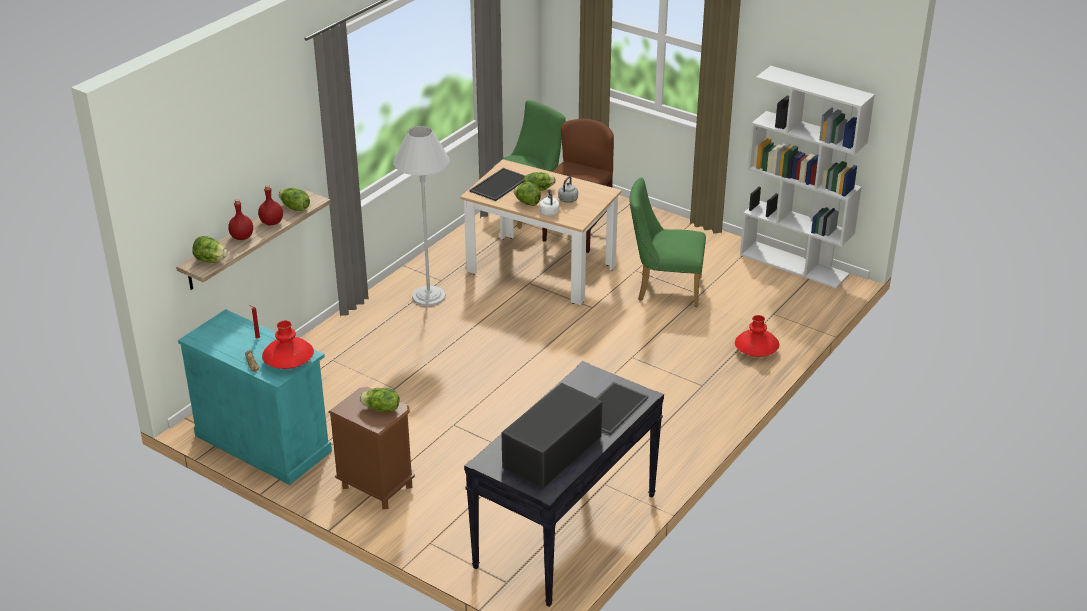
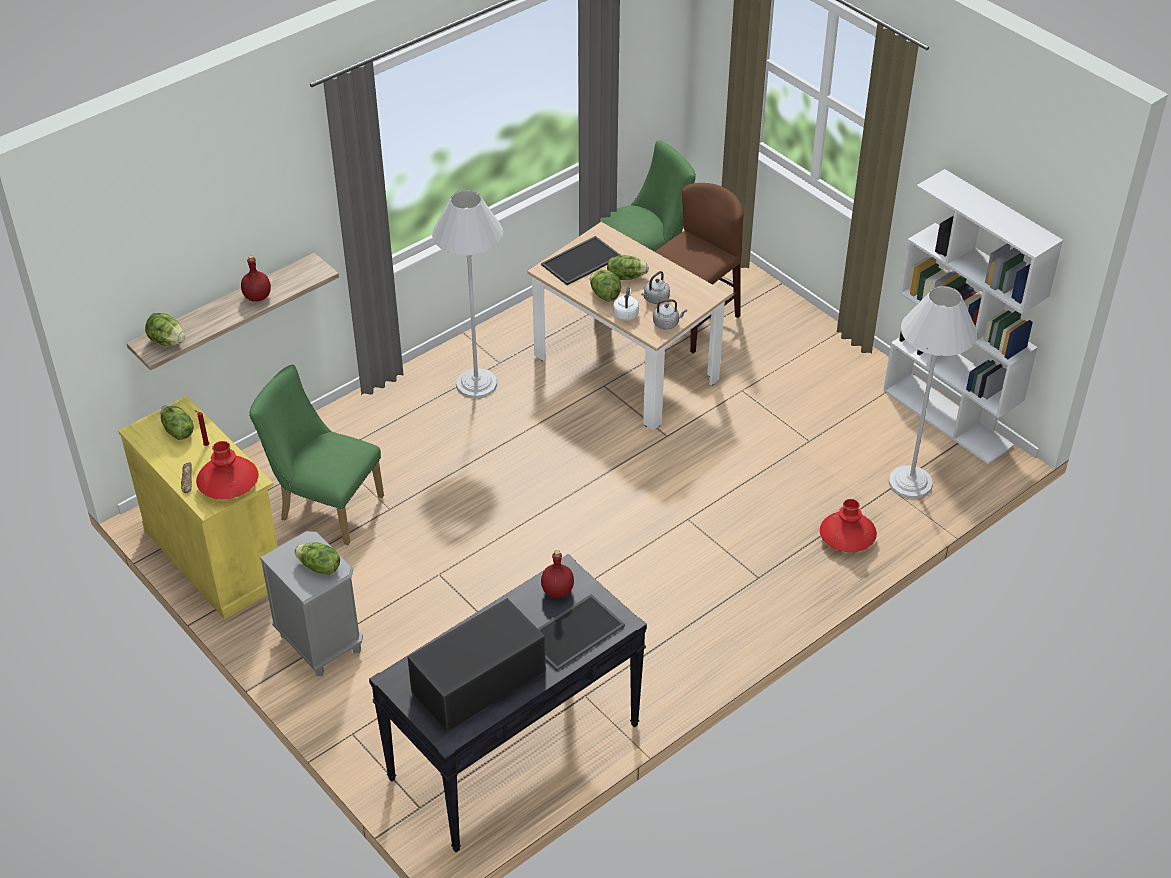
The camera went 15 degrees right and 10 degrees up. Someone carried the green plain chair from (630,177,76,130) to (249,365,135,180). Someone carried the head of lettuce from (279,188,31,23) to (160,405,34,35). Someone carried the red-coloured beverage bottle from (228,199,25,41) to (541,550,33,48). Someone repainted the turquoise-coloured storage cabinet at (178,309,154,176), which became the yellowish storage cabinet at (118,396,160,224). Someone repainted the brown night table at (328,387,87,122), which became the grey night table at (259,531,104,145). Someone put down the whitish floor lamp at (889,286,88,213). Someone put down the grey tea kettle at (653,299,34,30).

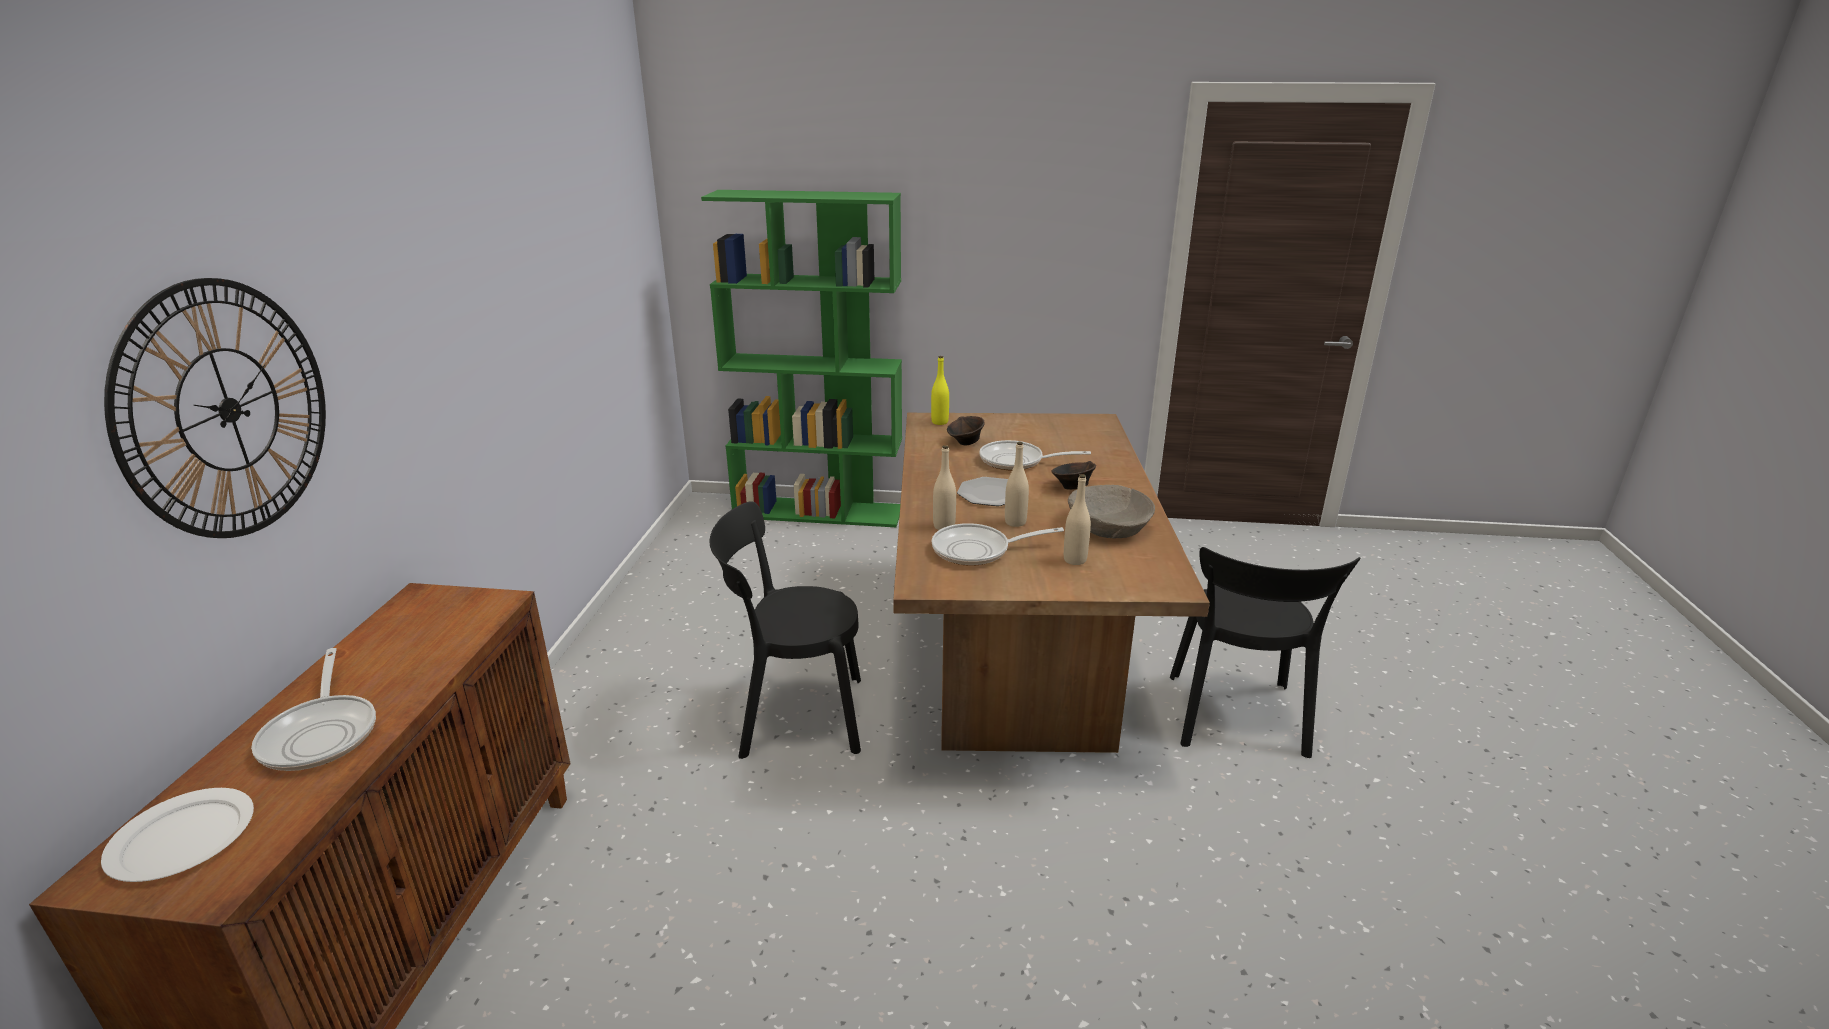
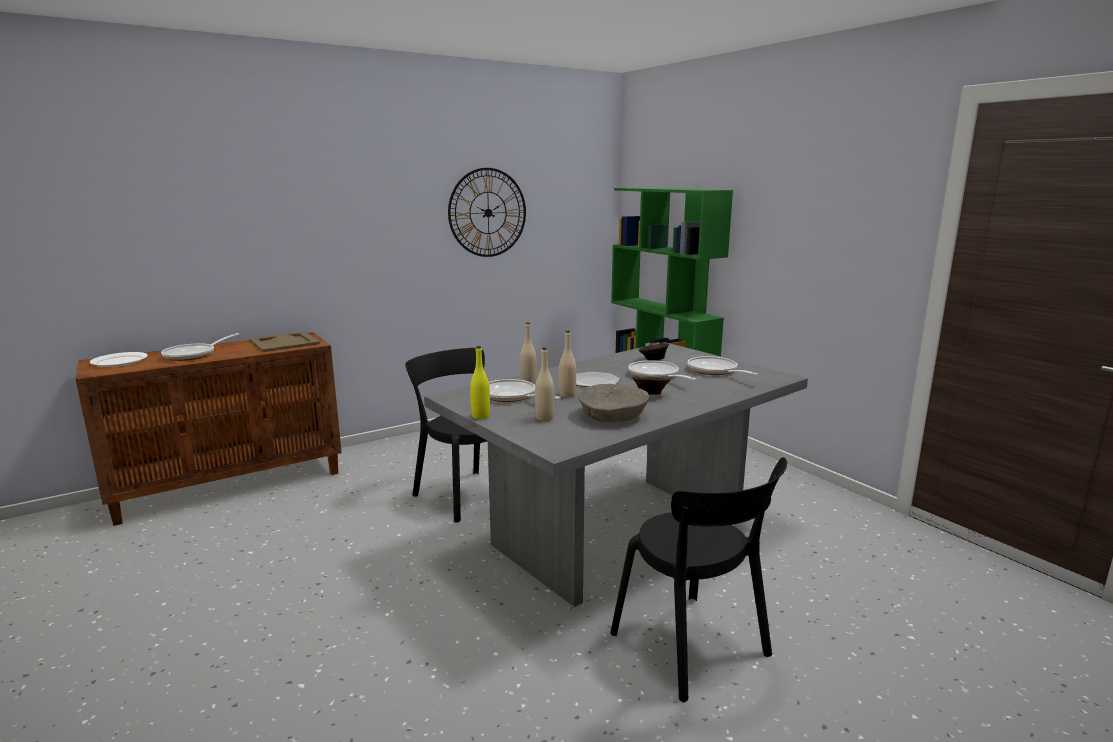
The camera went 50 degrees right and 10 degrees down. Someone carried the clock on the wall from (104,278,222,260) to (448,168,78,89). Someone carried the yellowish beverage bottle from (931,356,18,69) to (470,346,20,73). Someone repainted the brown dining table at (893,413,317,340), which became the grey dining table at (424,342,384,265). Someone rotated the black-coloured plain chair at (1170,547,190,211) by 90 degrees counterclockwise. Someone put down the beige serving tray at (249,331,71,21). Someone put down the skillet at (687,356,72,20).

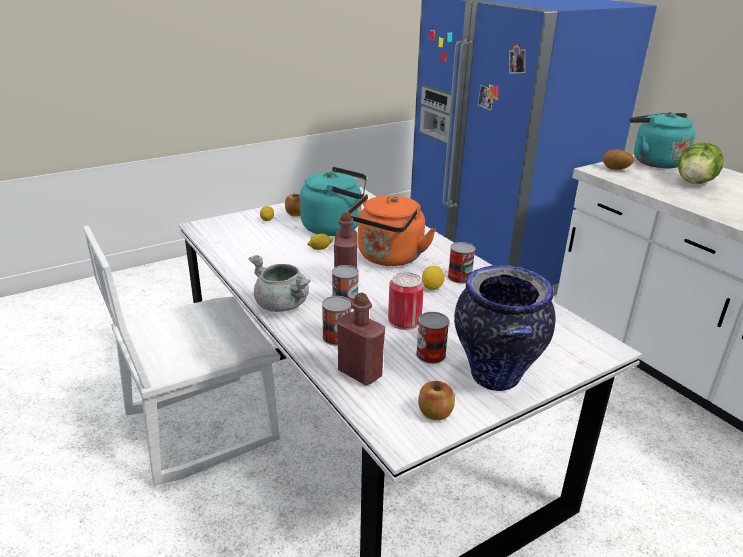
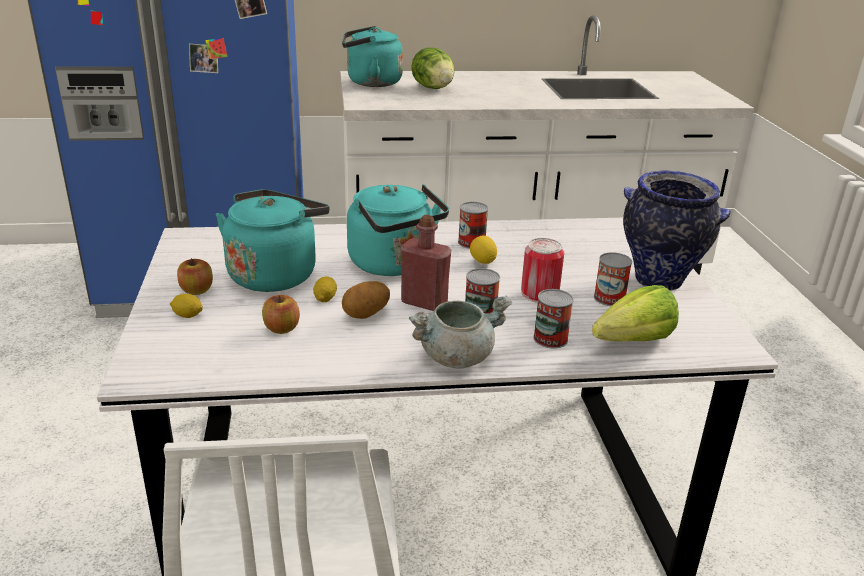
The camera went 65 degrees left and 0 degrees up. Someone carried the potato from (603,150,31,20) to (342,281,48,38). Someone repainted the orange-coloured tea kettle at (347,194,89,72), which became the turquoise-coloured tea kettle at (347,184,102,92). Someone swapped the red-coloured beverage bottle at (337,293,48,92) for the head of lettuce at (592,285,87,57). Someone carried the apple fruit from (418,381,37,40) to (262,295,38,39).

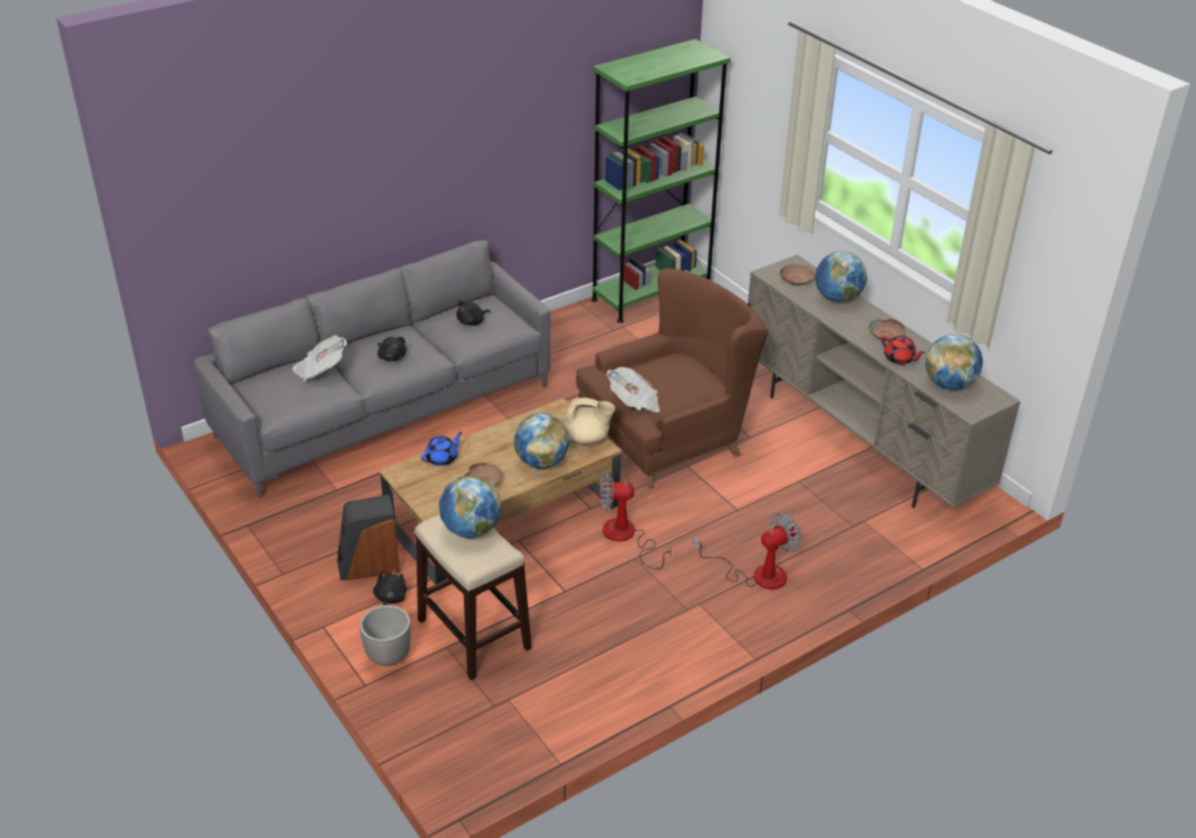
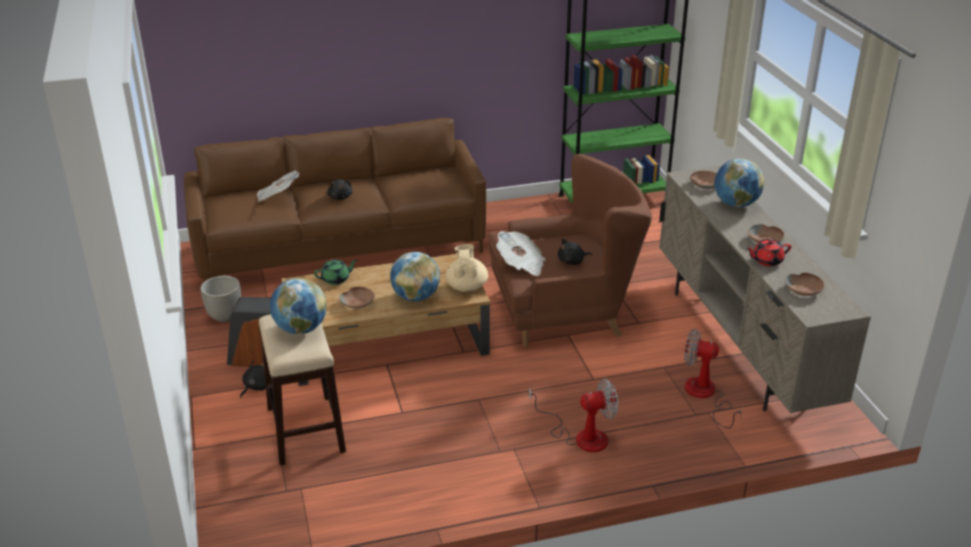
The camera went 20 degrees right and 5 degrees down. Someone repainted the grey sofa at (194,240,357,258), which became the brown sofa at (184,118,302,165). Someone carried the black-coloured soft toy from (456,300,34,26) to (558,239,34,26). Someone swapped the desk globe at (925,334,58,56) for the brown serving bowl at (785,273,40,23). Someone rotated the red-coloured tea pot at (881,336,44,29) by 105 degrees clockwise. Someone rotated the beige tea pot at (564,398,51,46) by 120 degrees counterclockwise. Someone repainted the blue-coloured tea pot at (421,432,41,34), which became the green tea pot at (314,259,43,26). Someone carried the fan from (599,471,72,98) to (684,329,59,99). Someone carried the planter from (359,605,52,61) to (200,276,41,46).

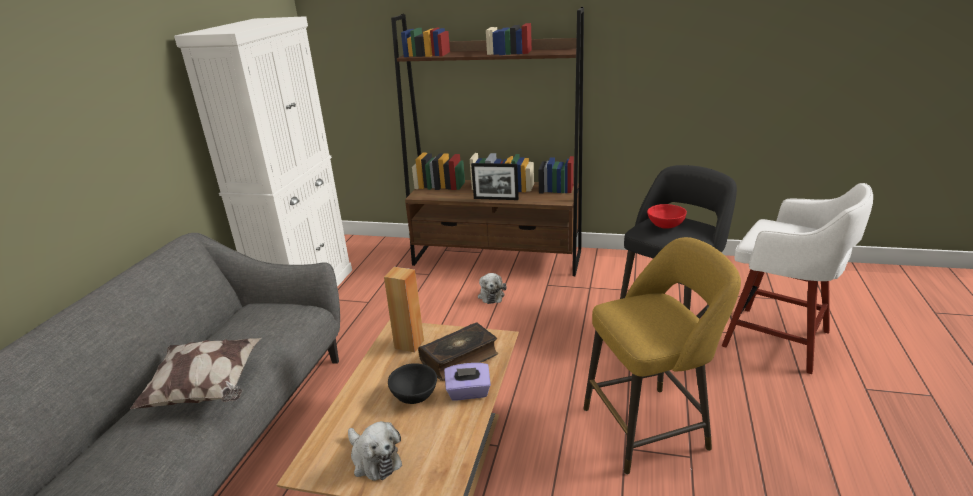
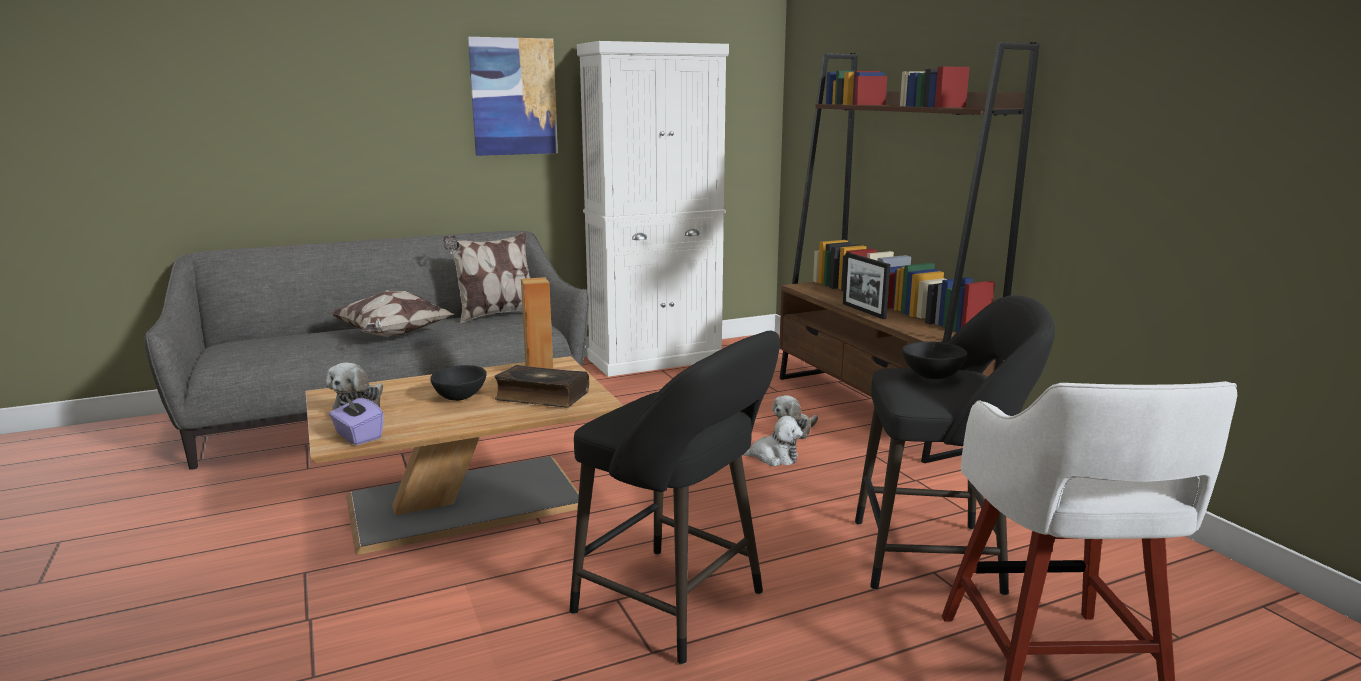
The camera went 50 degrees right and 10 degrees down. Someone repainted the red-coloured serving bowl at (647,204,40,25), which became the black-coloured serving bowl at (902,341,65,38). Someone repainted the yellowish sitting stool at (584,237,157,238), which became the black-coloured sitting stool at (570,331,210,334). Someone carried the purplish box of tissues from (444,363,47,38) to (329,396,55,49). Someone put up the picture at (468,37,90,119). Someone put down the cushion at (443,232,87,91). Someone put down the soft toy at (743,416,60,50).

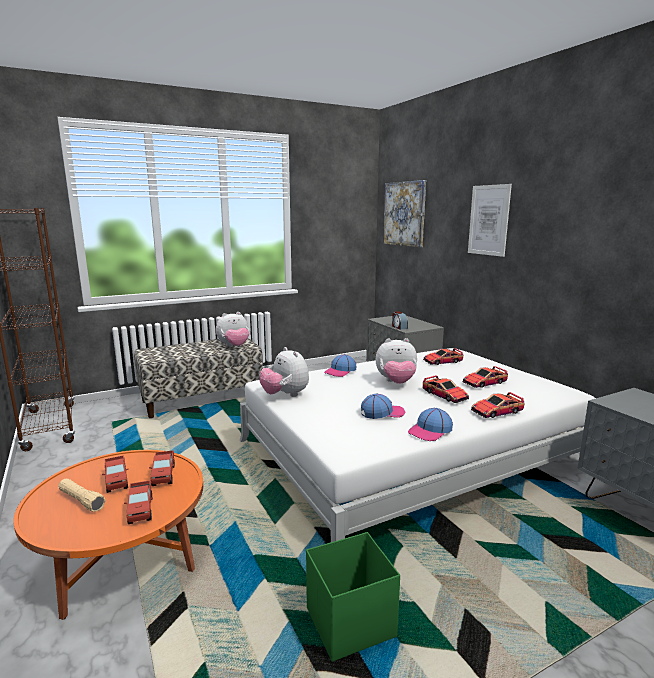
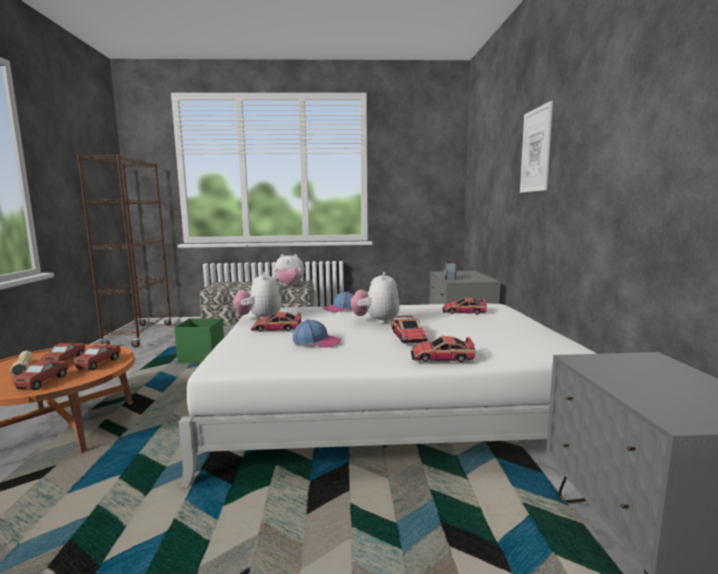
The camera went 25 degrees right and 5 degrees down. Someone took away the picture at (383,180,43,68). Someone rotated the soft toy at (376,338,41,46) by 75 degrees clockwise. Someone carried the toy car from (462,366,46,22) to (251,312,50,20). Someone took away the peaked cap at (408,408,45,33). Someone carried the green storage box from (306,532,94,130) to (174,318,50,45).

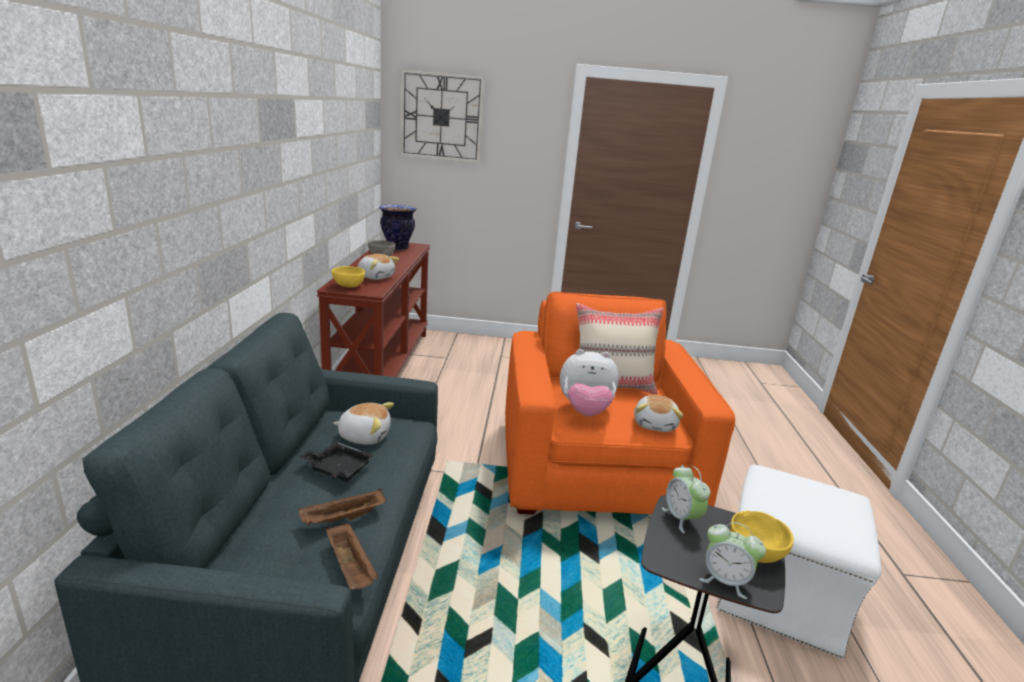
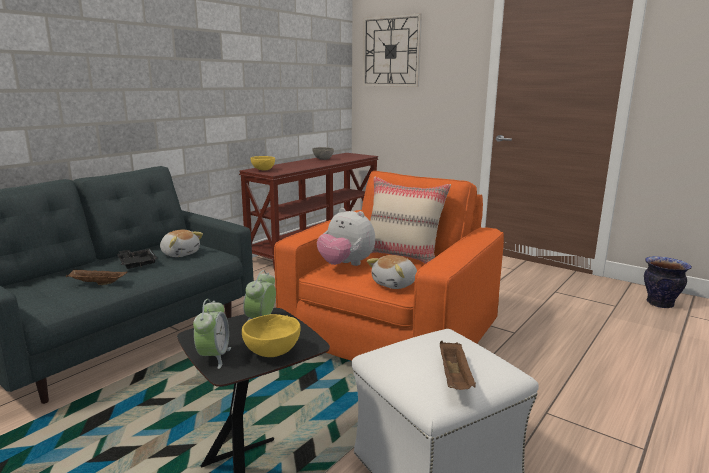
The camera went 35 degrees right and 5 degrees down. Someone carried the flower vase from (379,204,38,46) to (644,256,48,52). Someone took away the soft toy at (357,254,42,26). Someone rotated the bedside clock at (700,522,66,77) by 150 degrees counterclockwise. Someone carried the brown serving tray from (326,523,52,67) to (440,341,36,49).

